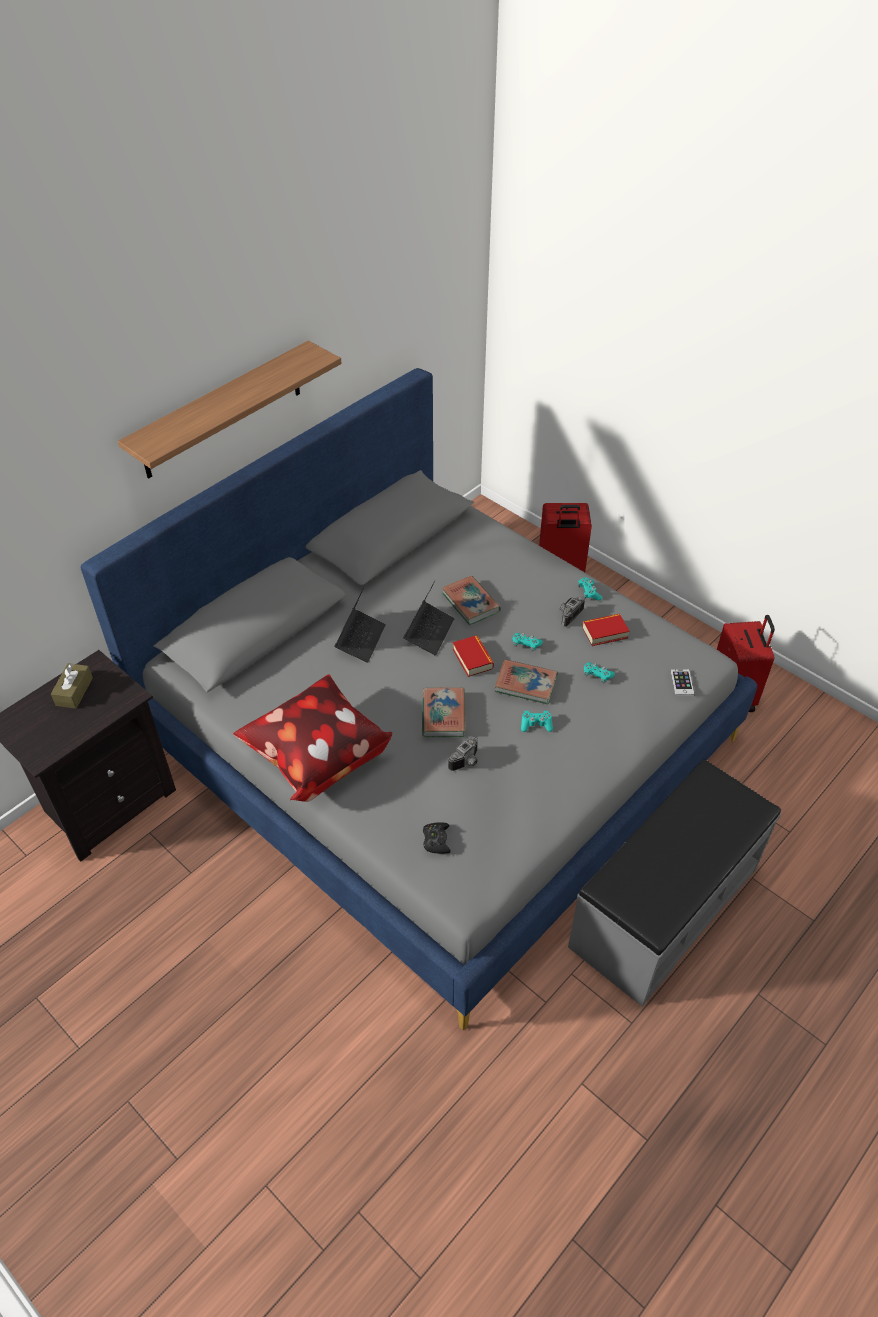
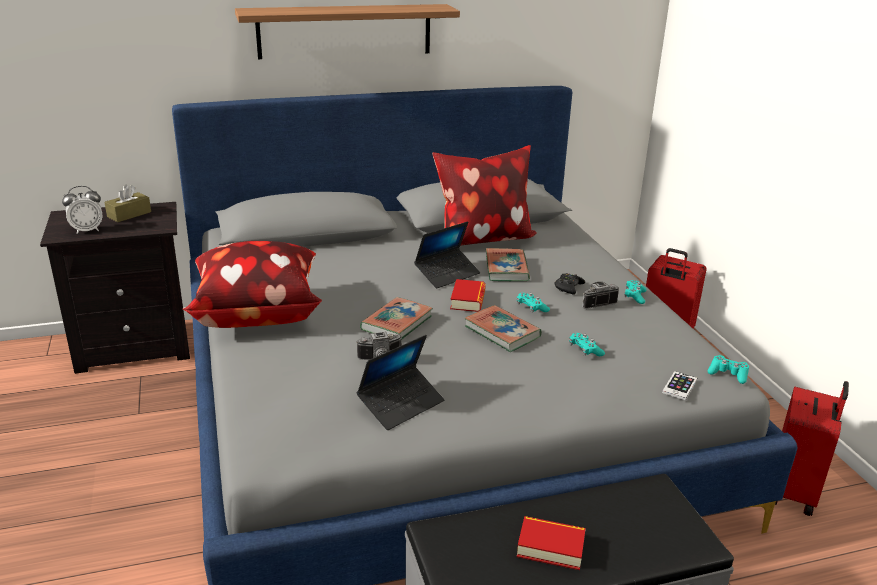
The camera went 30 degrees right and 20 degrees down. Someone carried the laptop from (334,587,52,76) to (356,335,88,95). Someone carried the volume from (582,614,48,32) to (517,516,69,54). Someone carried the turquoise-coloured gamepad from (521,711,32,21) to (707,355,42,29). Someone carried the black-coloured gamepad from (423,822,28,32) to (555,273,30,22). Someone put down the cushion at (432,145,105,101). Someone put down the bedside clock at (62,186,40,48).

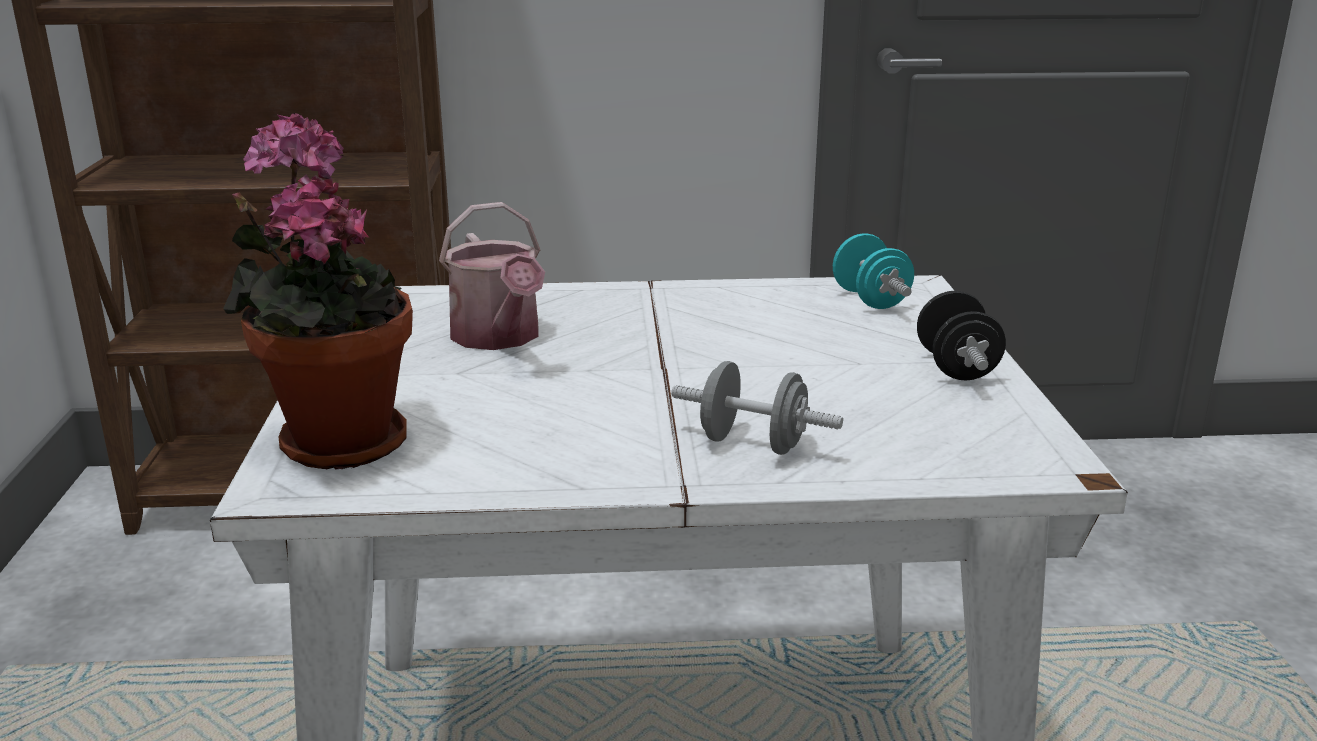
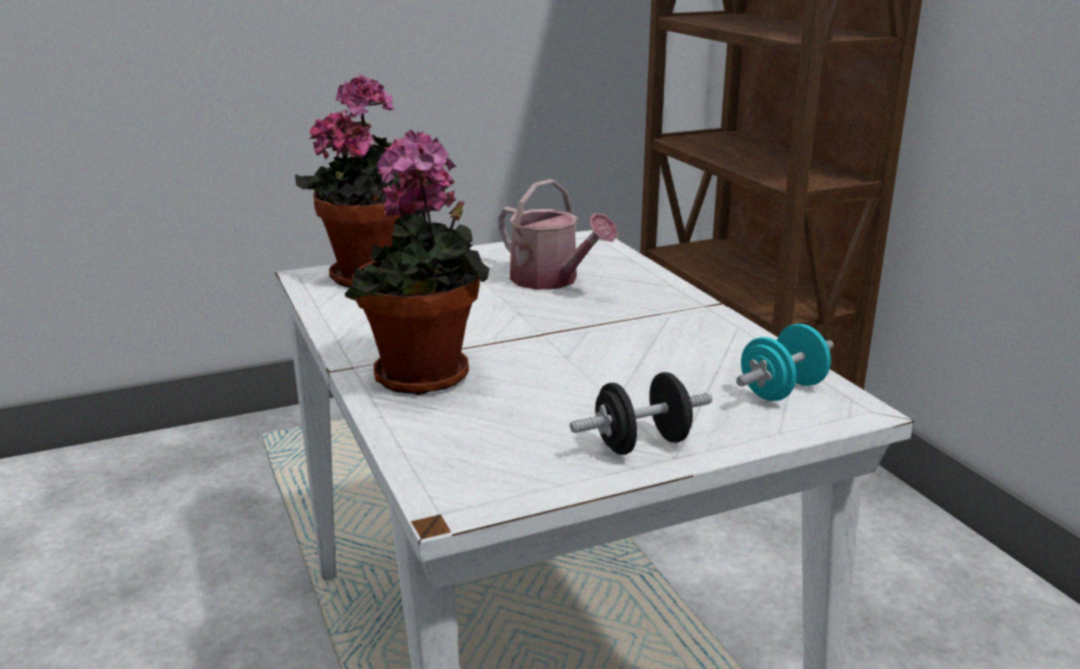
The camera went 70 degrees right and 0 degrees up. Someone rotated the sprinkling can at (439,202,106,148) by 90 degrees counterclockwise. Someone swapped the grey free weight at (671,361,172,94) for the plant in a pot at (344,130,146,265).

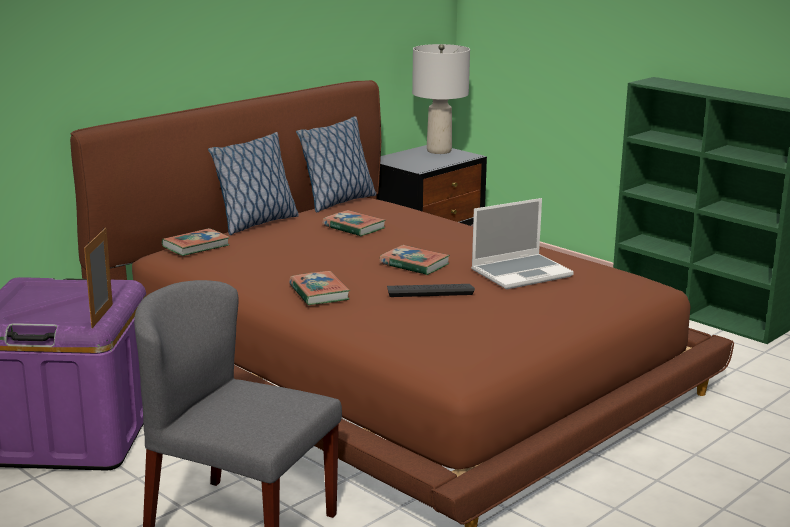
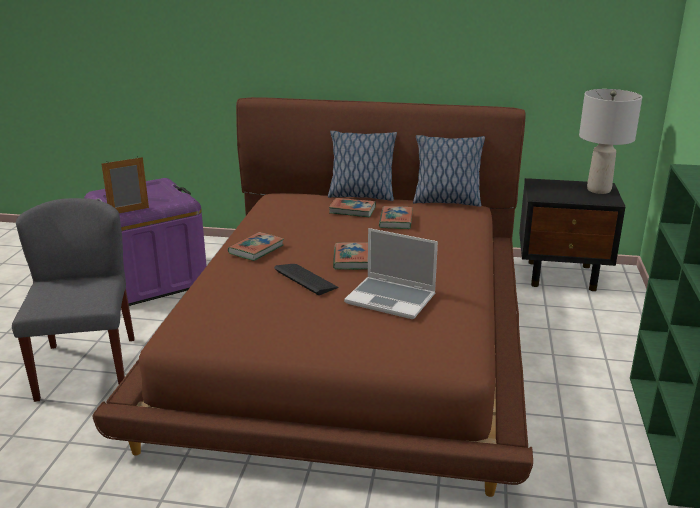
The camera went 55 degrees right and 5 degrees up. Someone carried the volume from (162,228,68,28) to (329,198,47,19).

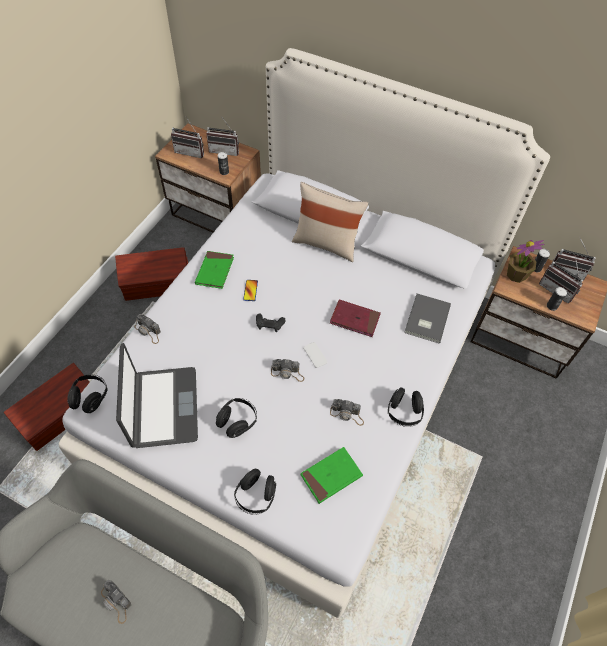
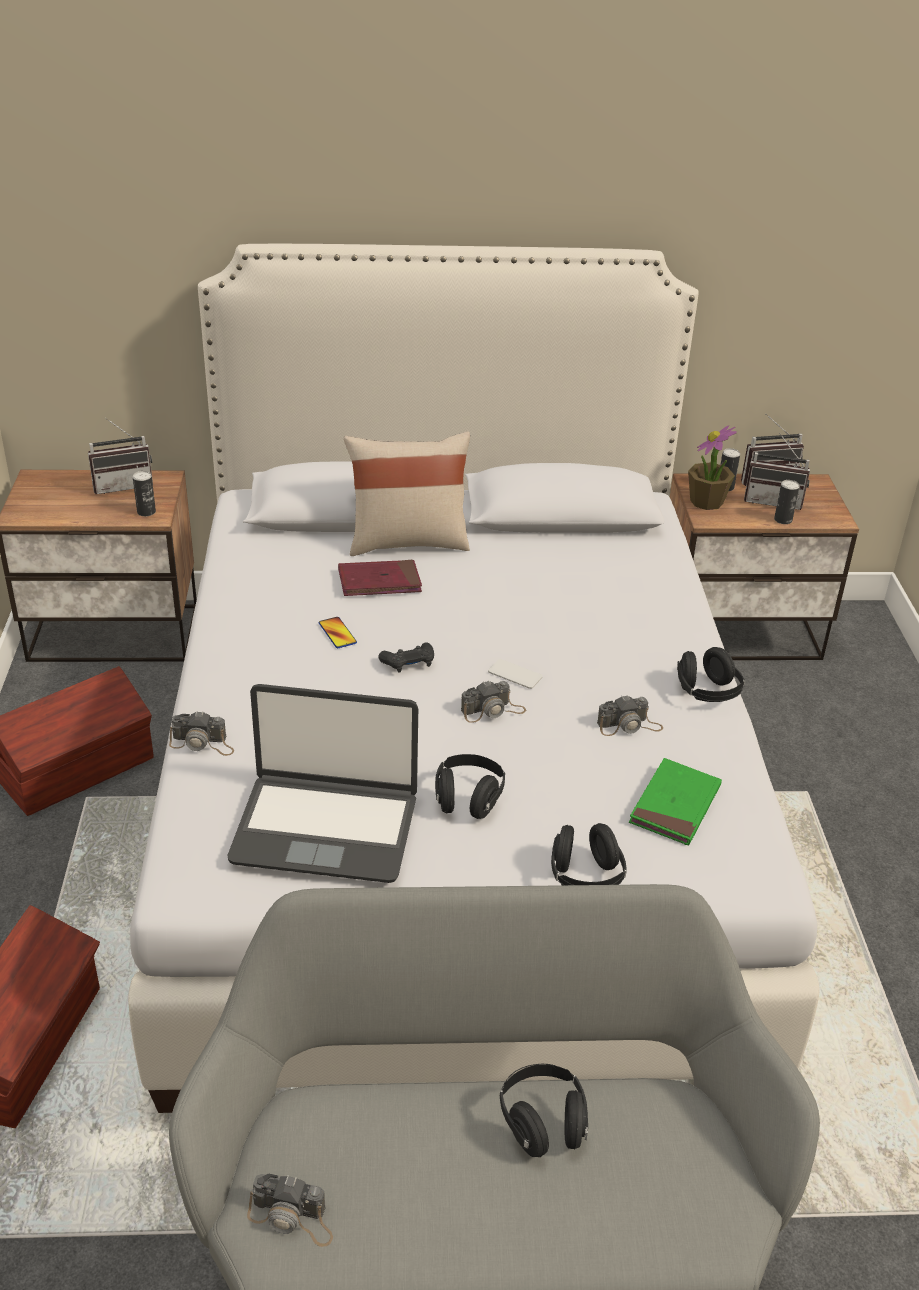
The camera went 30 degrees left and 20 degrees down. Someone took away the radio set at (171,117,33,41). Someone took away the green volume at (195,251,39,38). Someone took away the grey volume at (404,293,47,50). Someone carried the red-coloured volume from (330,299,51,38) to (338,560,84,36). Someone rotated the laptop at (116,343,82,105) by 135 degrees clockwise. Someone carried the black-coloured headset from (67,374,41,39) to (500,1064,88,93). Someone carried the still camera from (101,580,30,44) to (247,1173,86,74).

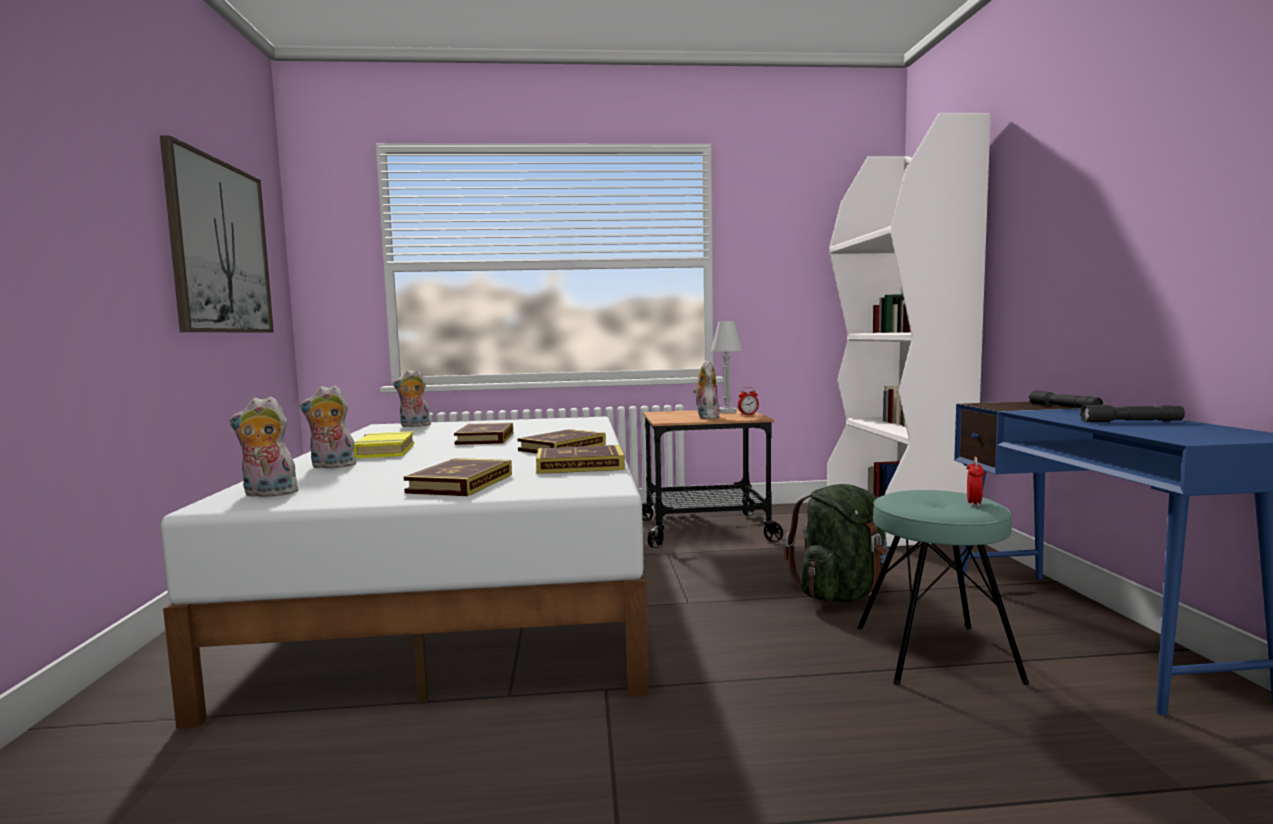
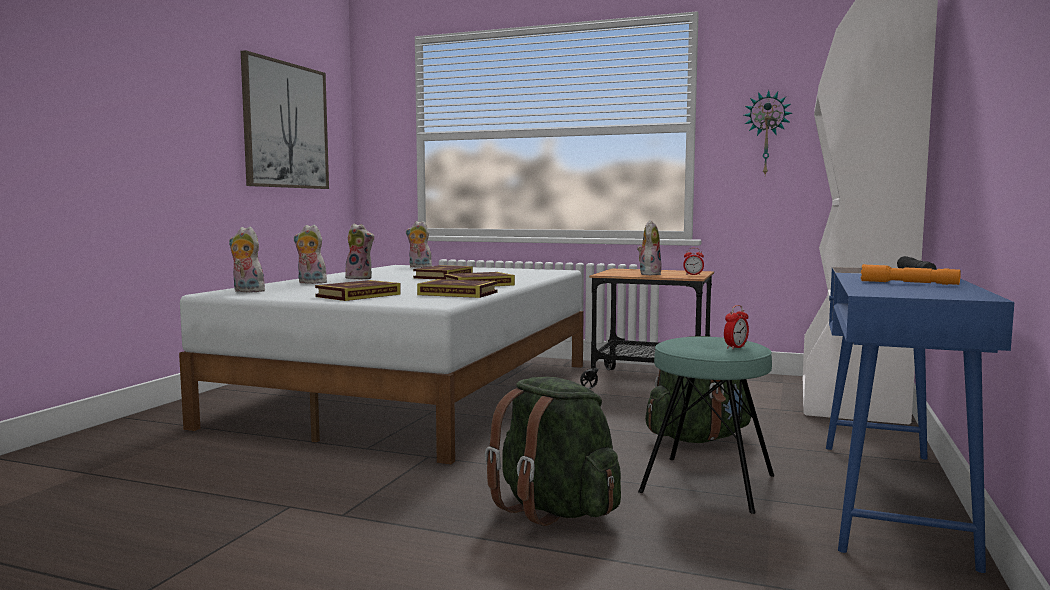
The camera went 25 degrees right and 0 degrees up. Someone took away the whitish lamp for a table at (711,321,32,92). Someone repainted the grey torch at (1080,405,105,17), which became the orange-coloured torch at (861,264,100,21). Someone swapped the yellowish volume at (354,431,60,28) for the soft toy at (344,224,30,56). Someone put up the clock on the wall at (744,90,48,85). Someone put down the green rucksack at (485,377,136,149).

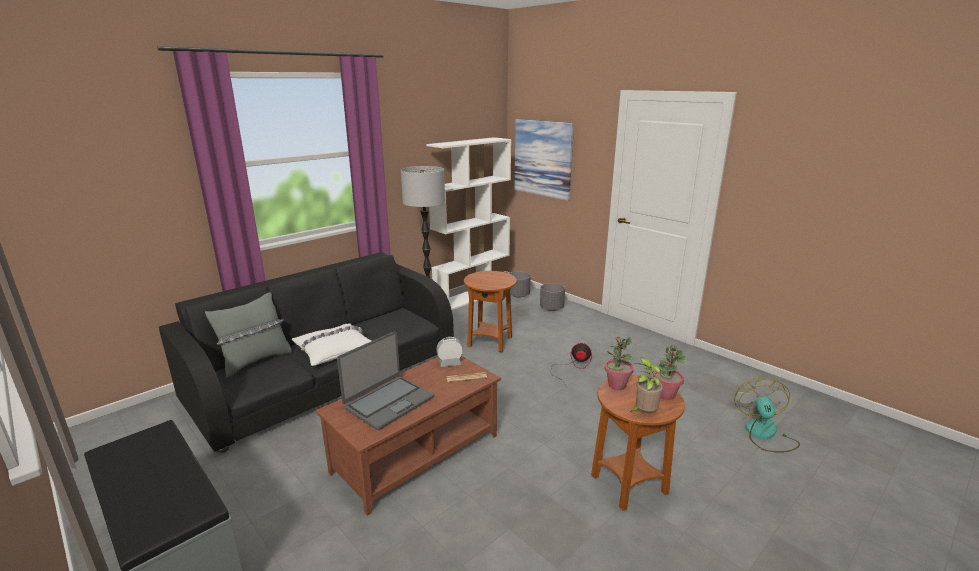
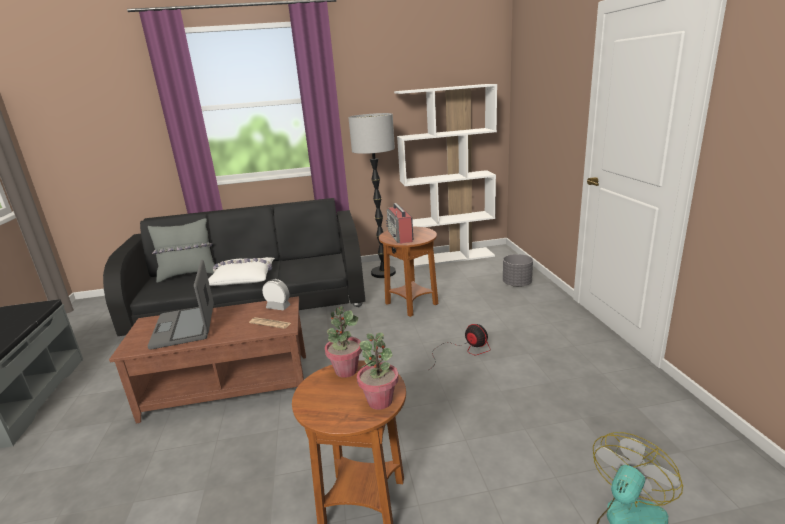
The camera went 35 degrees right and 0 degrees up. Someone took away the picture at (514,119,60,82). Someone took away the grey planter at (509,272,22,26). Someone rotated the laptop at (337,331,97,99) by 90 degrees clockwise. Someone took away the plant in a pot at (630,357,34,55). Someone put down the radio set at (386,203,28,41).

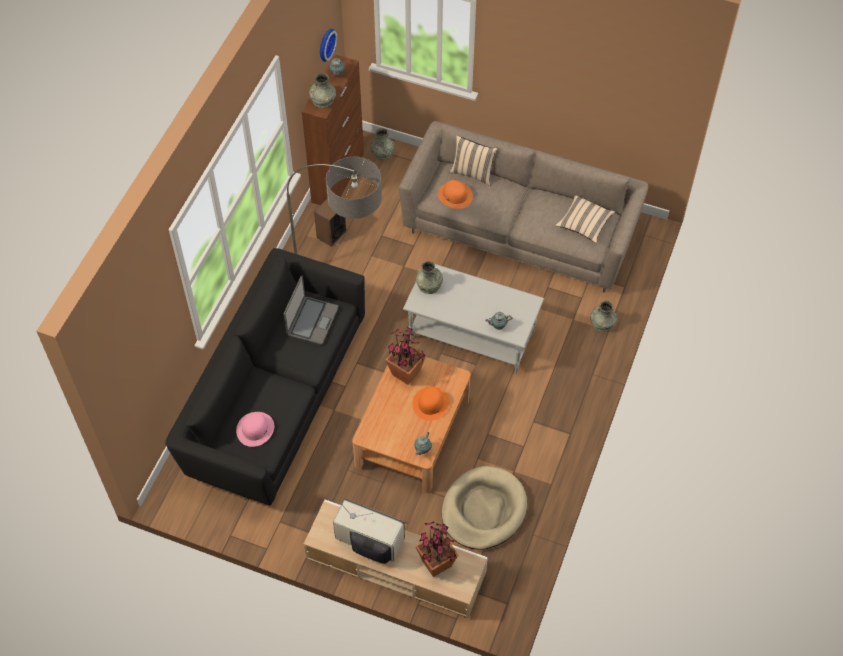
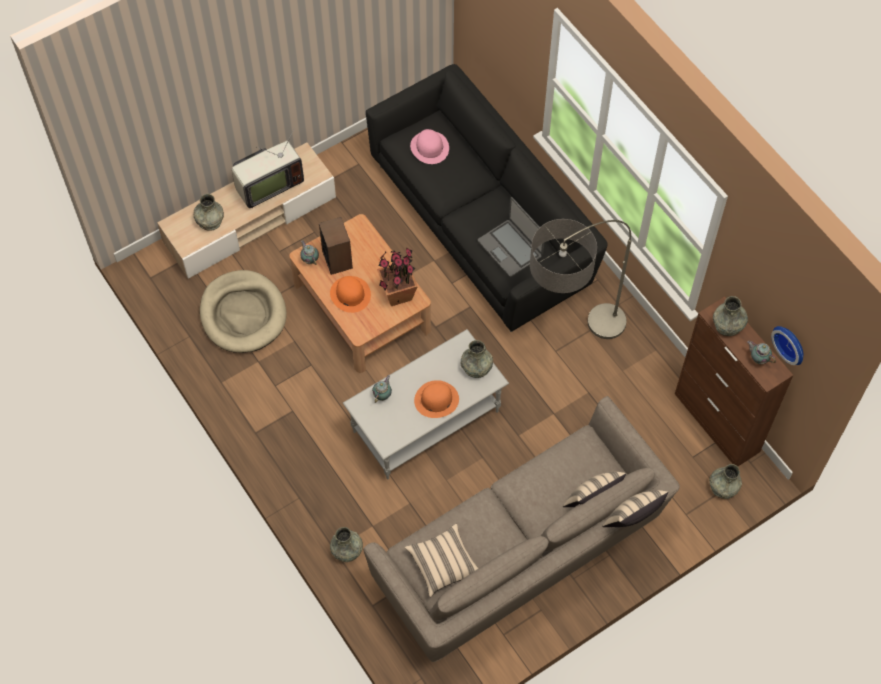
The camera went 125 degrees right and 5 degrees up. Someone carried the orange-coloured wearable hat from (438,180,35,29) to (414,380,45,38). Someone carried the audio speaker from (314,198,32,49) to (319,217,34,58). Someone swapped the plant in a pot at (415,522,43,55) for the grey flower vase at (194,194,30,37). Someone put down the beige cushion at (602,490,66,37).

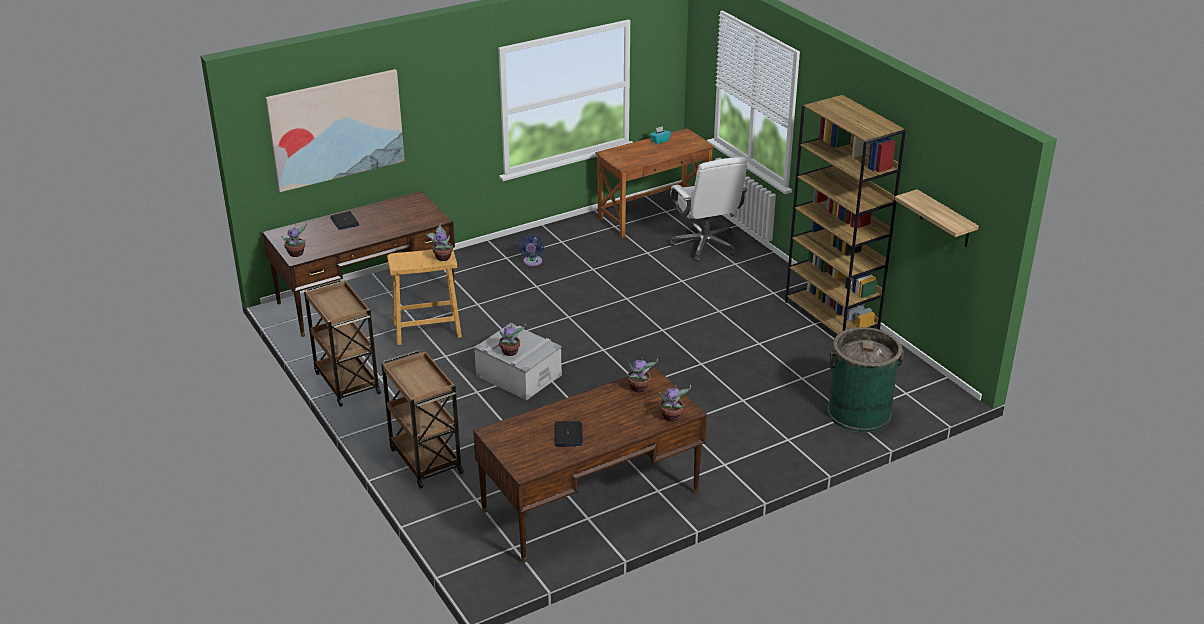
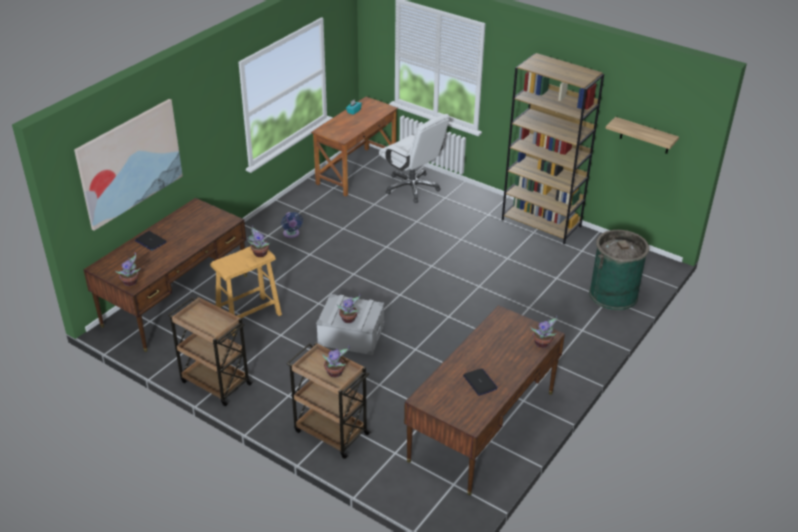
The camera went 25 degrees left and 5 degrees up. Someone carried the plant in a pot from (627,357,31,36) to (322,345,27,33).

